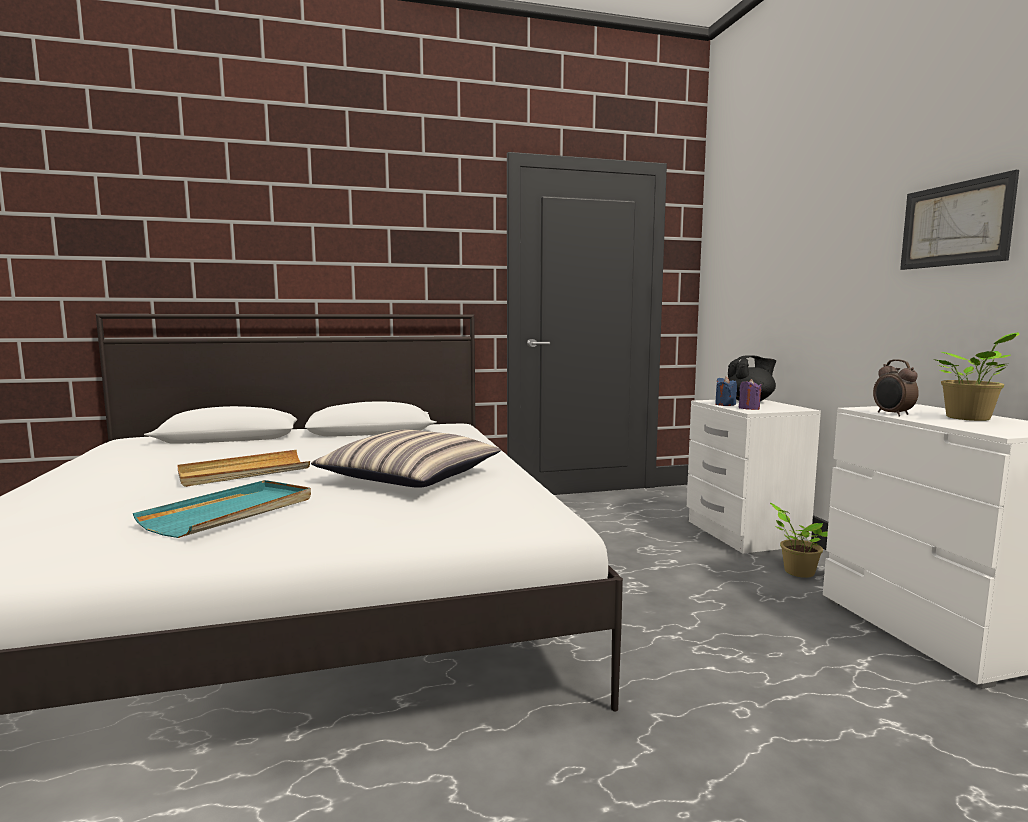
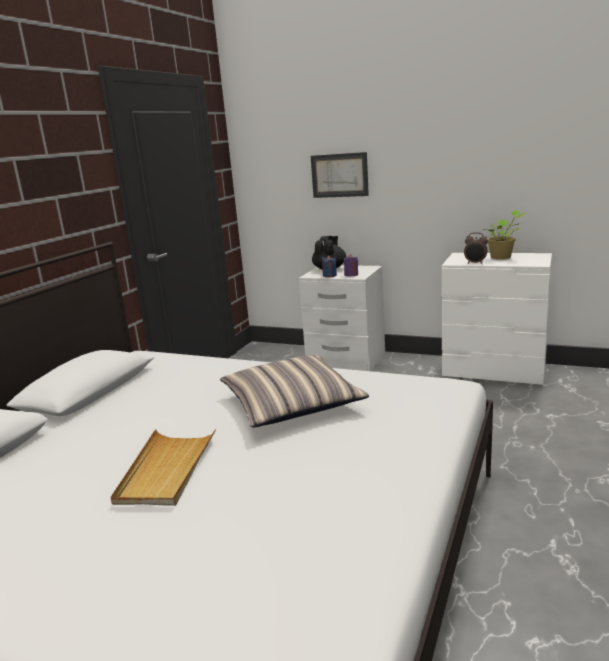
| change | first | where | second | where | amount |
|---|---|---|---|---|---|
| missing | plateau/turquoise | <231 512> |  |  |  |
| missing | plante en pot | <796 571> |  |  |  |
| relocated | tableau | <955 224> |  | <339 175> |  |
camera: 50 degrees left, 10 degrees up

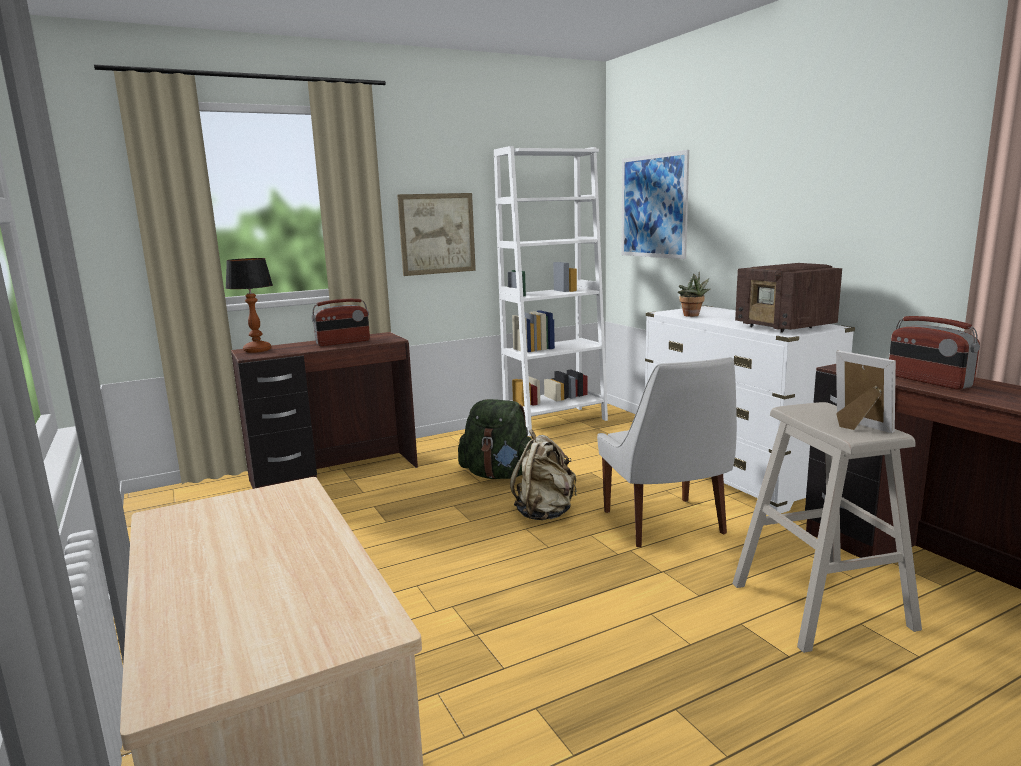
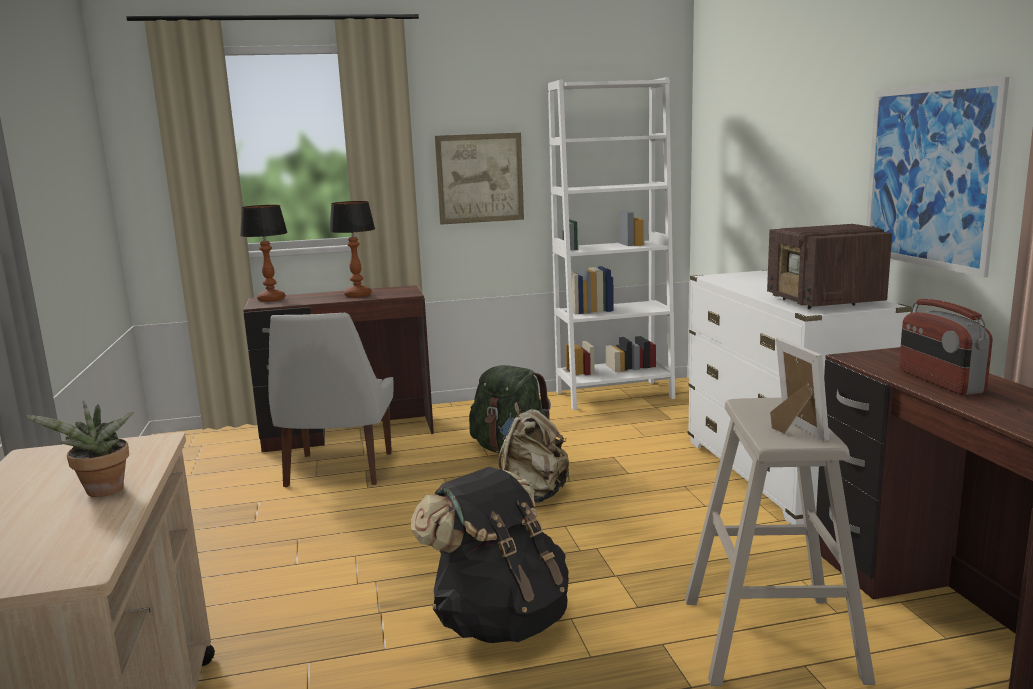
| change | first | where | second | where | amount |
|---|---|---|---|---|---|
| exchanged | radio | <343 342> | lampe de table | <358 295> |  |
| relocated | chaise/blanc | <665 524> |  | <338 471> |  |
| relocated | tableau | <653 206> |  | <929 176> |  |
| relocated | plante en pot | <692 315> |  | <102 492> |  |
| appeared |  |  | sac à dos/noir | <499 620> |  |
camera: 15 degrees right, 0 degrees up

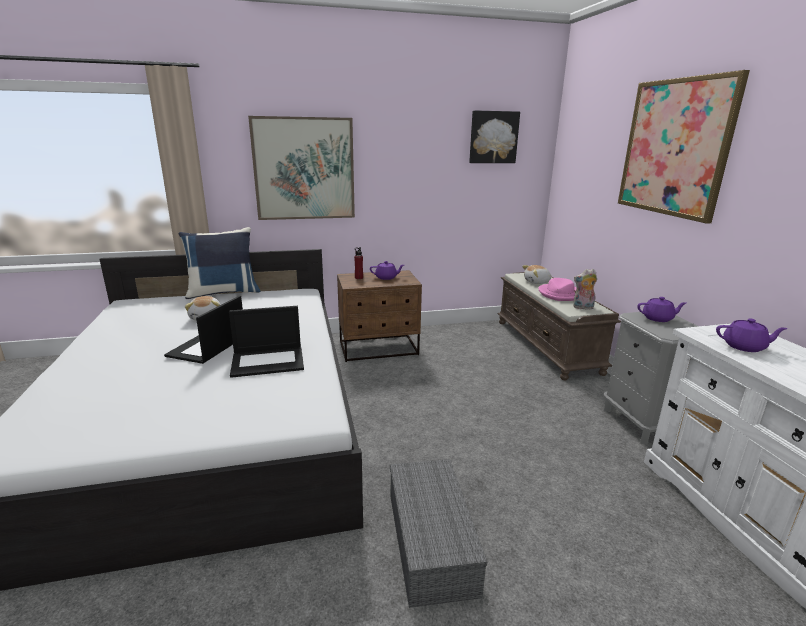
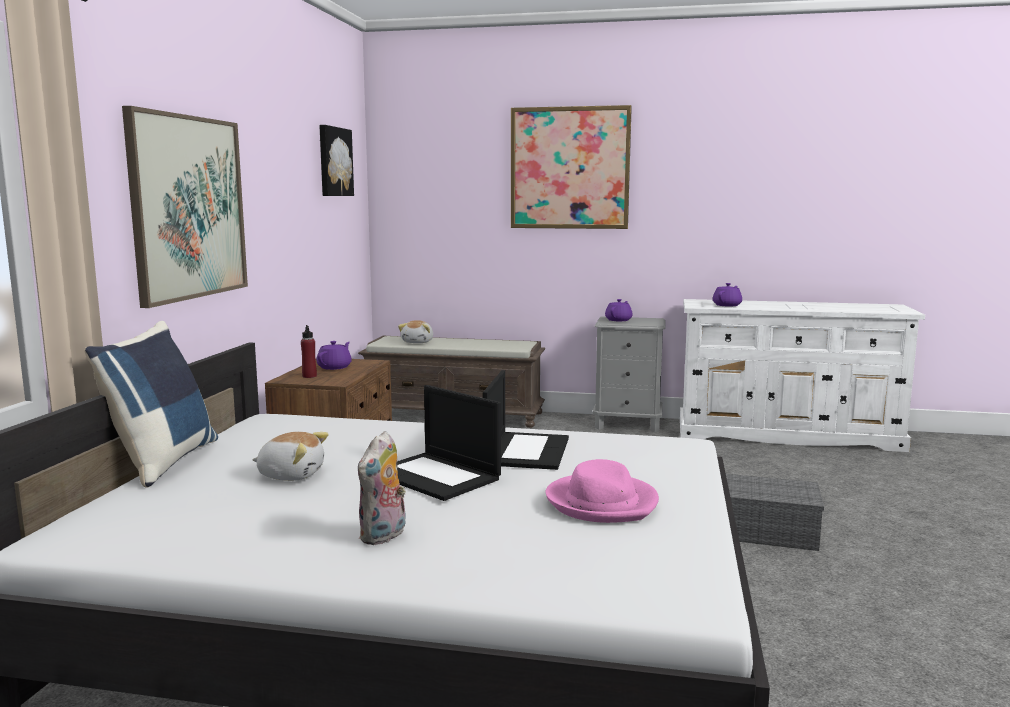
| change | first | where | second | where | amount |
|---|---|---|---|---|---|
| relocated | chapeau/rose | <560 294> |  | <602 502> |  |
| relocated | peluche | <582 308> |  | <384 536> |  |
camera: 65 degrees left, 10 degrees down

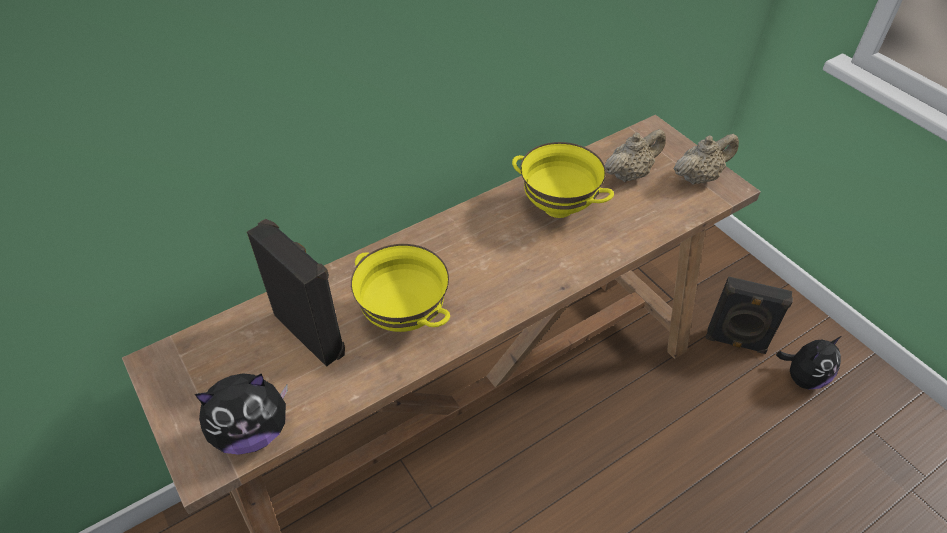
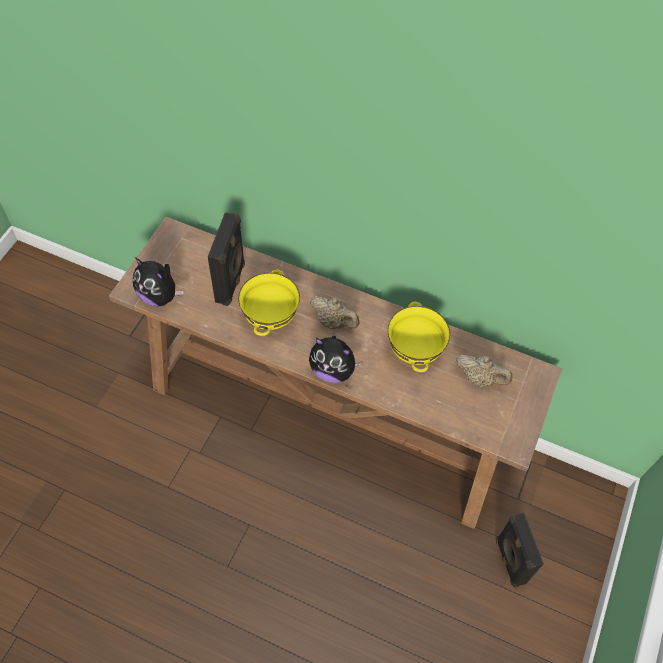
| change | first | where | second | where | amount |
|---|---|---|---|---|---|
| relocated | théière/beige | <699 177> |  | <334 322> |  |
| relocated | peluche | <803 377> |  | <332 370> |  |
camera: 55 degrees right, 10 degrees up

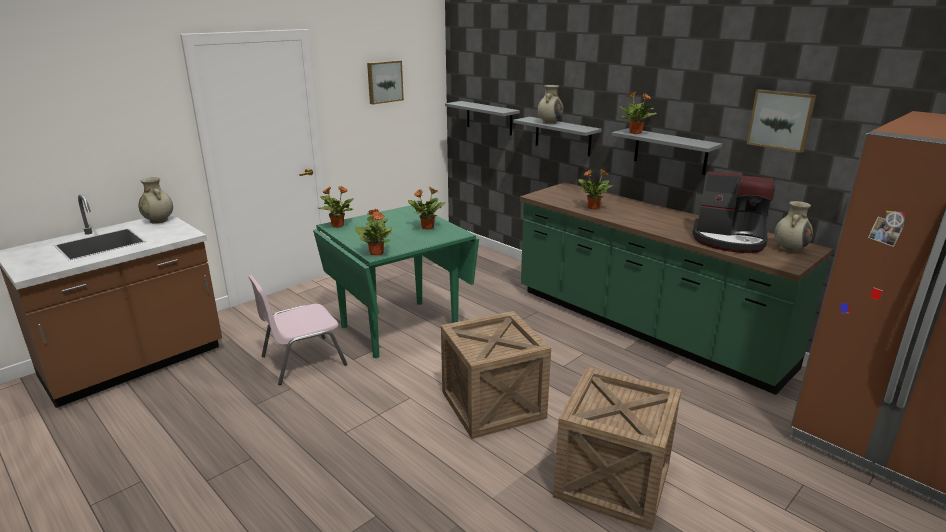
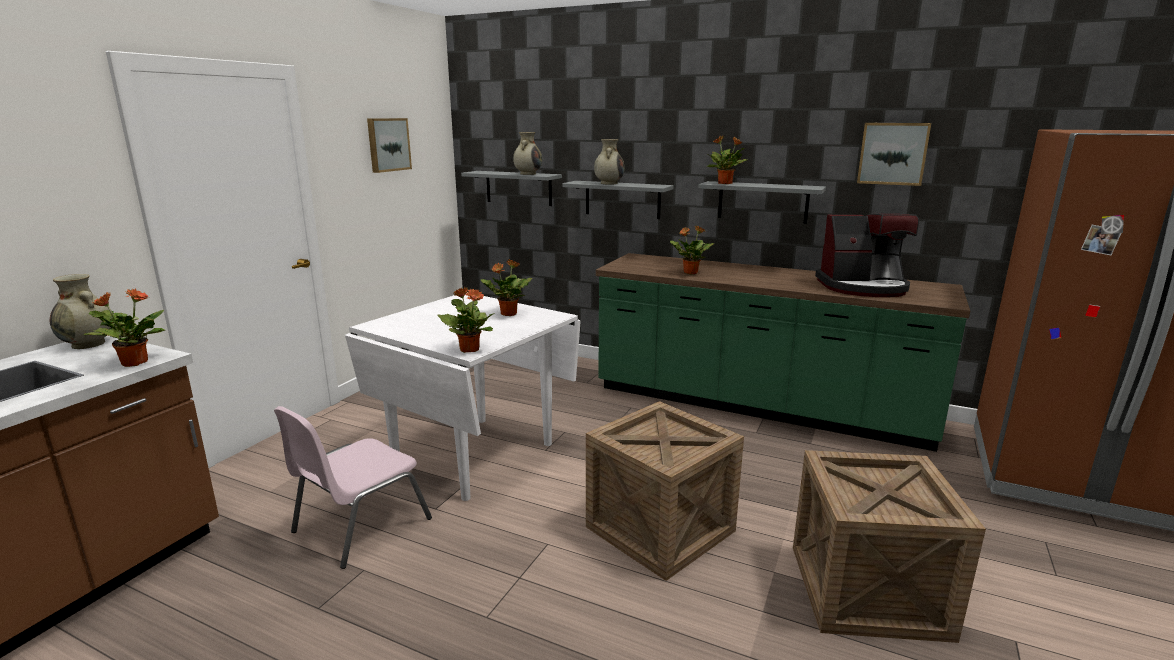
| change | first | where | second | where | amount |
|---|---|---|---|---|---|
| colour | table à manger/vert | <400 328> | table à manger/blanc | <475 455> |  |
| relocated | plante en pot | <337 225> |  | <134 362> |  |
| relocated | vase/beige | <789 249> |  | <528 174> |  |
camera: 20 degrees left, 5 degrees down

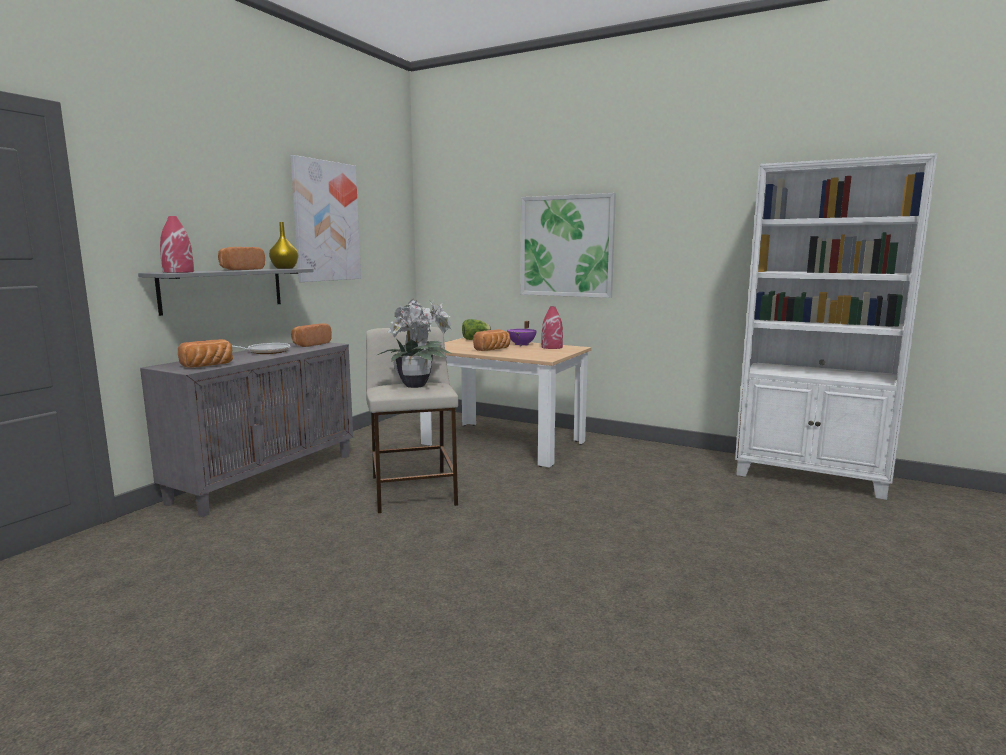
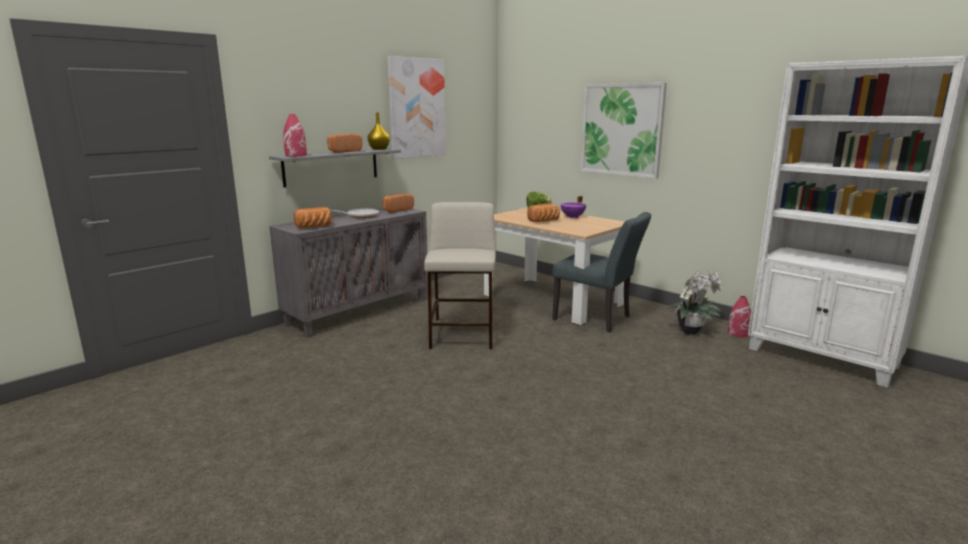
| change | first | where | second | where | amount |
|---|---|---|---|---|---|
| relocated | plante en pot | <418 385> |  | <691 331> |  |
| relocated | vase/rouge | <552 347> |  | <738 333> |  |
| appeared |  |  | chaise/gris | <597 319> |  |
camera: 15 degrees right, 5 degrees up

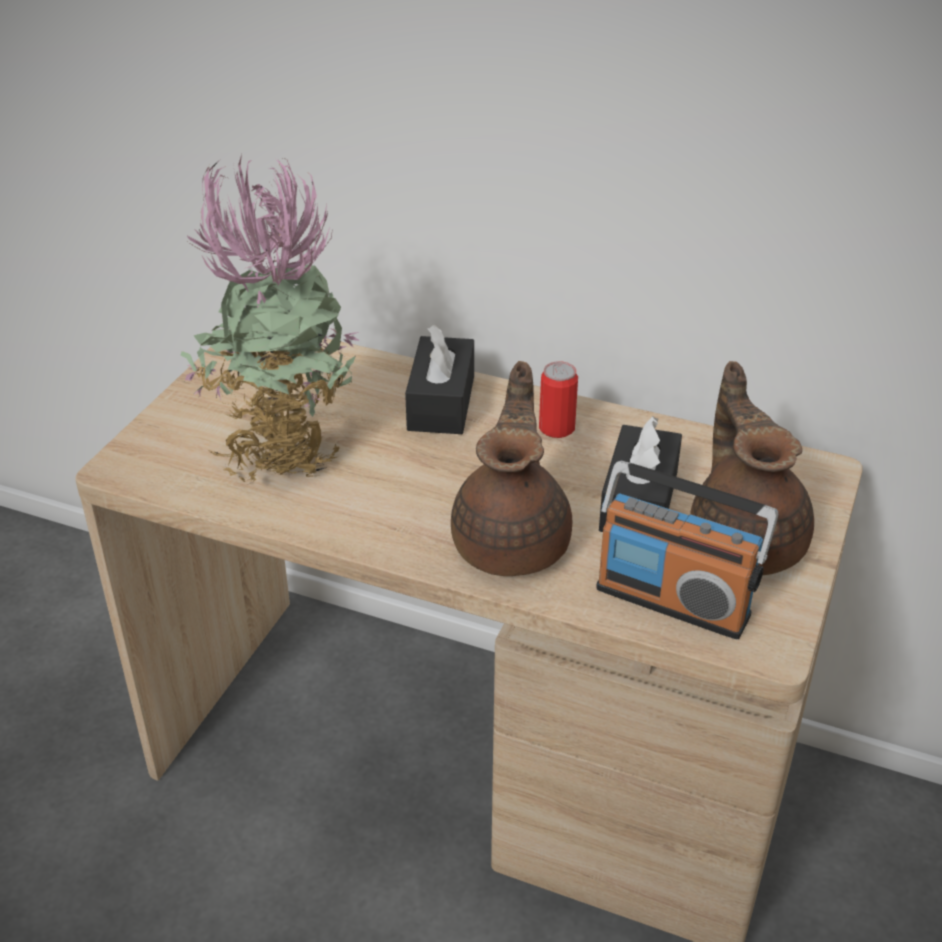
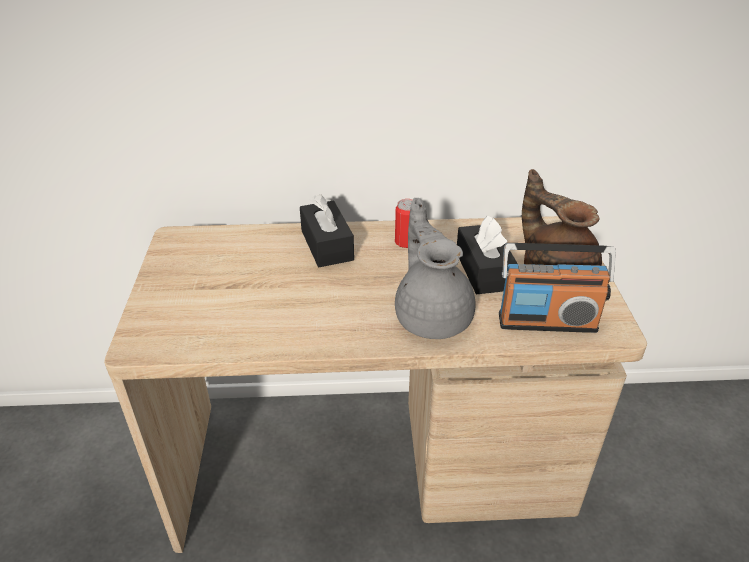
| change | first | where | second | where | amount |
|---|---|---|---|---|---|
| missing | plante en pot | <282 450> |  |  |  |
| colour | théière/marron | <513 541> | théière/gris | <432 315> |  |
camera: 25 degrees left, 0 degrees up

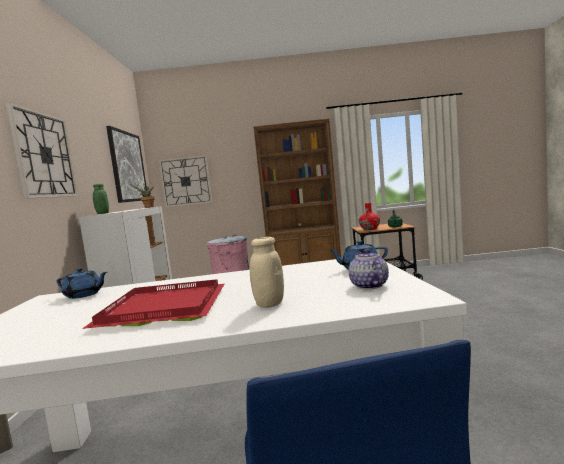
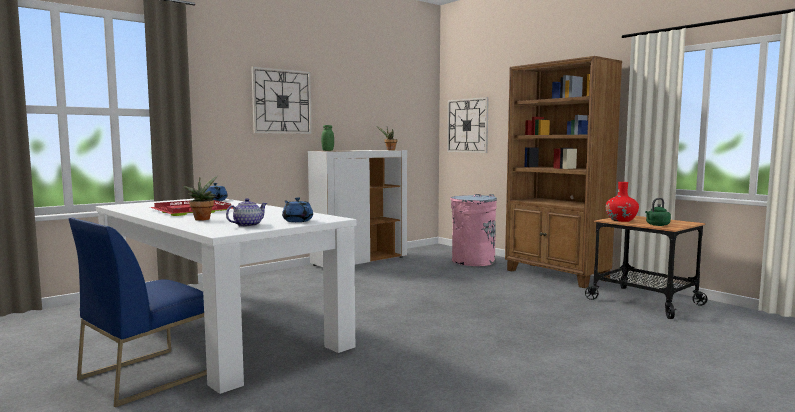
| change | first | where | second | where | amount |
|---|---|---|---|---|---|
| missing | tableau | <127 167> |  |  |  |
| exchanged | bocal/beige | <269 304> | plante en pot | <202 219> |  |
camera: 50 degrees right, 0 degrees up

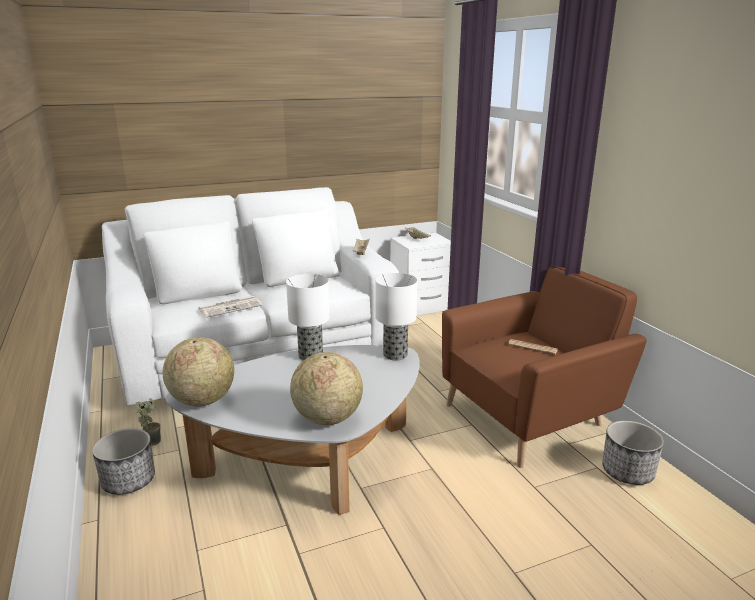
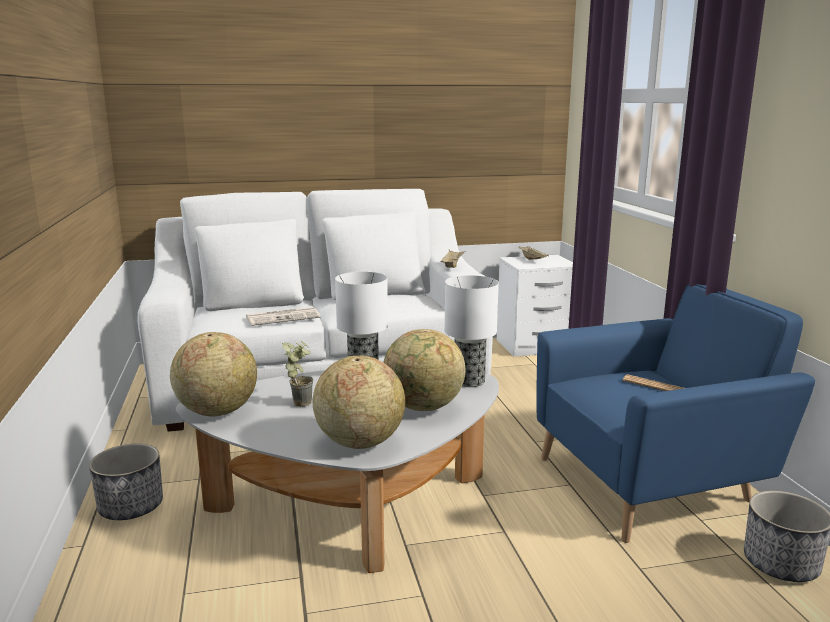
| change | first | where | second | where | amount |
|---|---|---|---|---|---|
| relocated | plante en pot | <152 440> |  | <300 401> |  |
| colour | fauteuil/marron | <530 417> | fauteuil/bleu | <652 482> |  |
| appeared |  |  | globe | <423 407> |  |
camera: 10 degrees right, 5 degrees down

